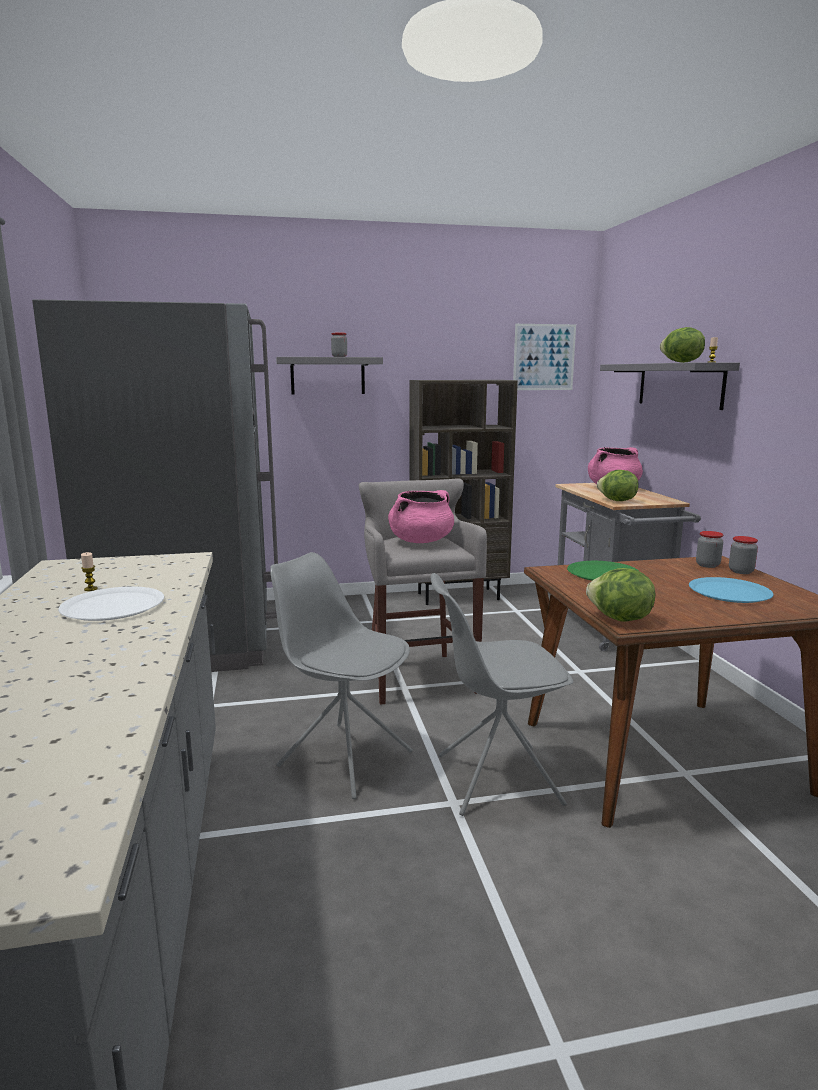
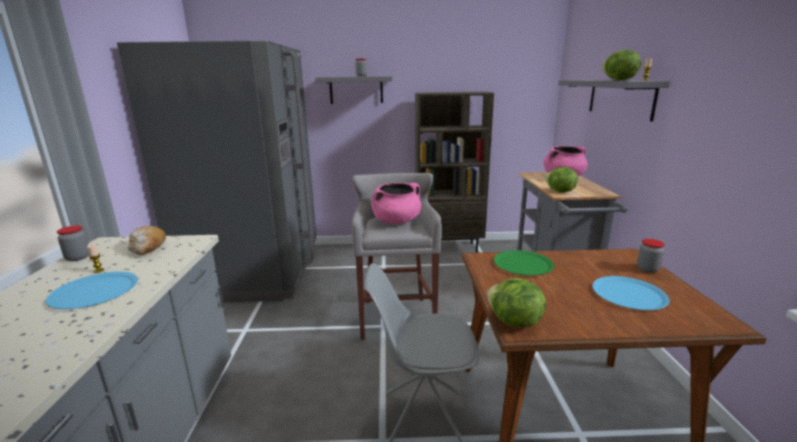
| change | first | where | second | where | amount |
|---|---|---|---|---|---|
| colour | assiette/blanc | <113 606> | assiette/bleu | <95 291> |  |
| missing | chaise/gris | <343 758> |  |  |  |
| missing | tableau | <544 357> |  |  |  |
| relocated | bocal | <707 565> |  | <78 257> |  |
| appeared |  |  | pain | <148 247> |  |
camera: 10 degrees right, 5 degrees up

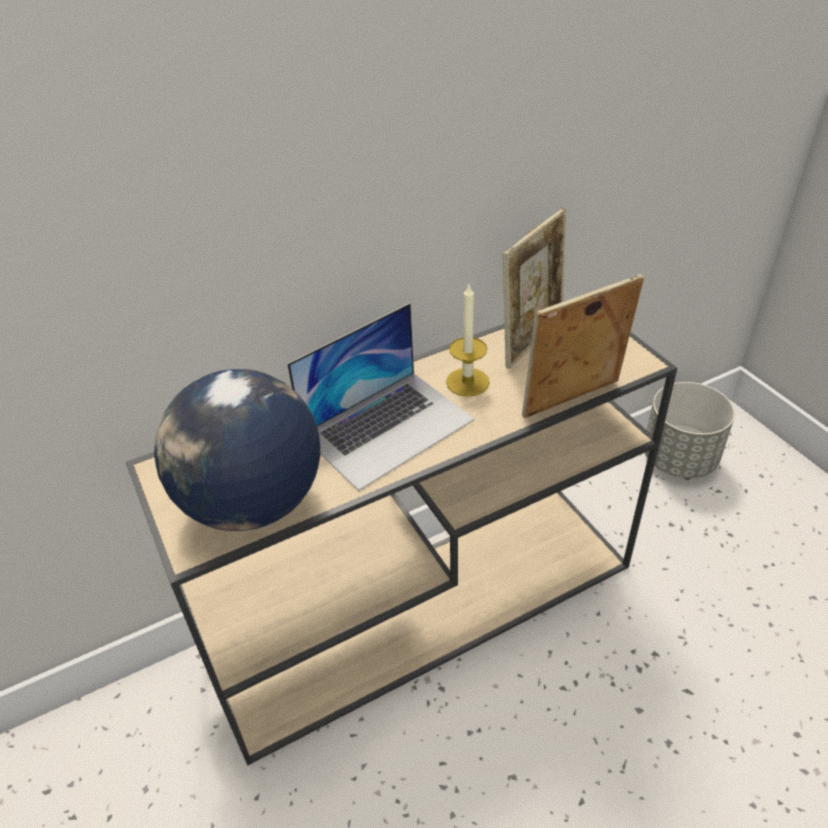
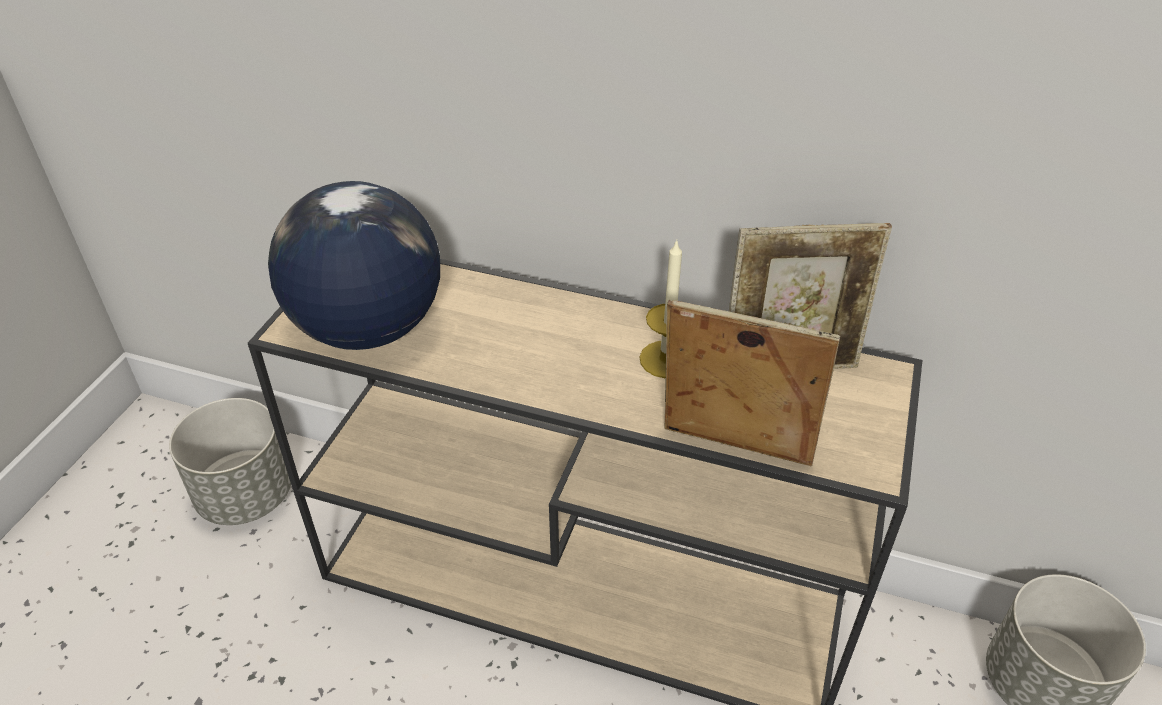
| change | first | where | second | where | amount |
|---|---|---|---|---|---|
| missing | ordinateur portable | <388 427> |  |  |  |
| appeared |  |  | cache-pot/gris | <246 495> |  |
camera: 45 degrees right, 0 degrees up

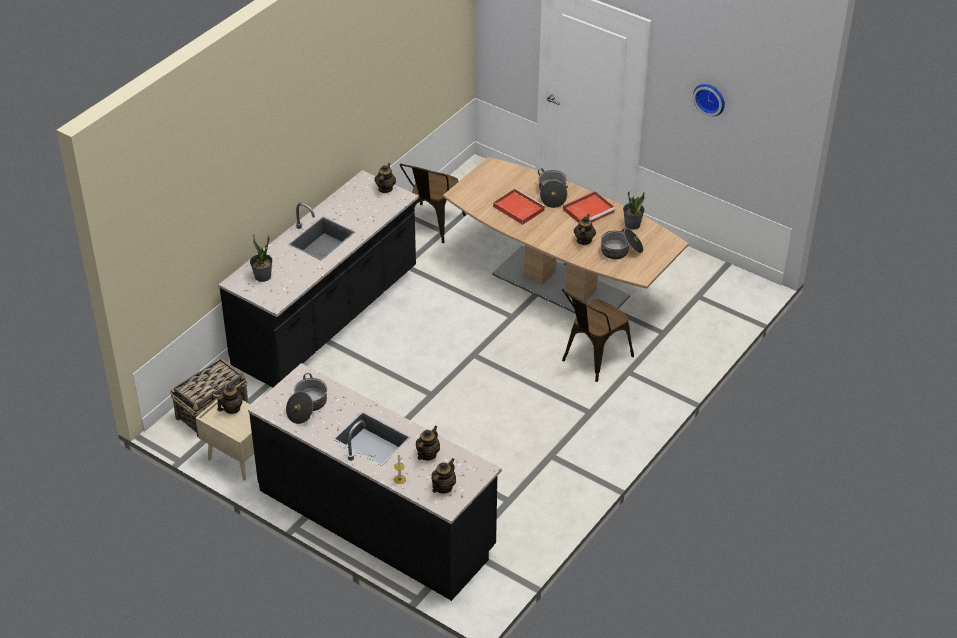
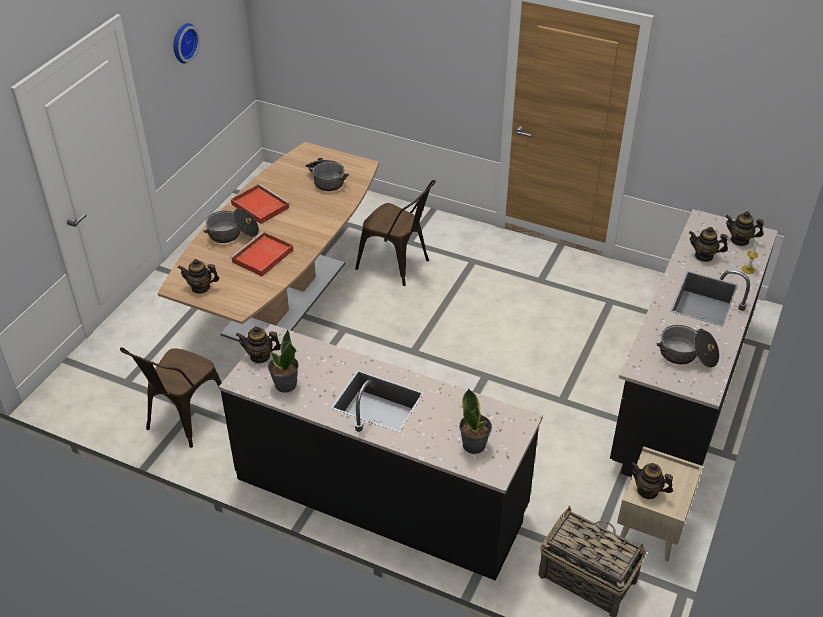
| change | first | where | second | where | amount |
|---|---|---|---|---|---|
| spun | chaise/marron | <431 226> |  | <183 420> | 105 degrees clockwise |
| relocated | théière | <583 240> |  | <200 287> |  |
| relocated | plante en pot | <632 224> |  | <285 384> |  |
camera: 100 degrees left, 0 degrees up

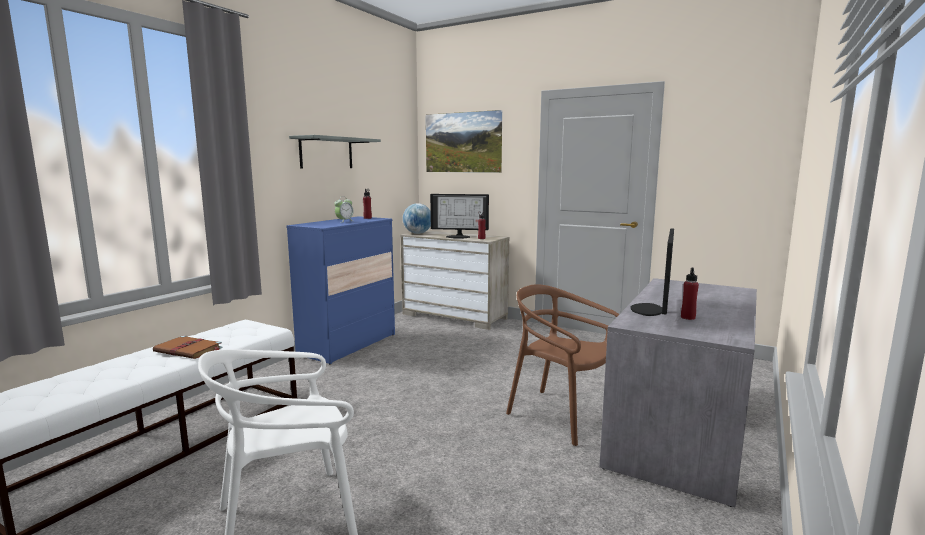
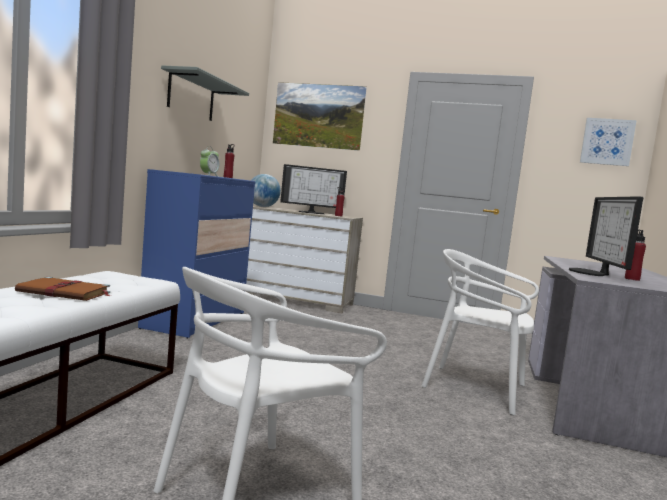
| change | first | where | second | where | amount |
|---|---|---|---|---|---|
| colour | chaise/marron | <560 415> | chaise/blanc | <475 388> |  |
| appeared |  |  | tableau | <607 142> |  |
camera: 15 degrees left, 5 degrees down

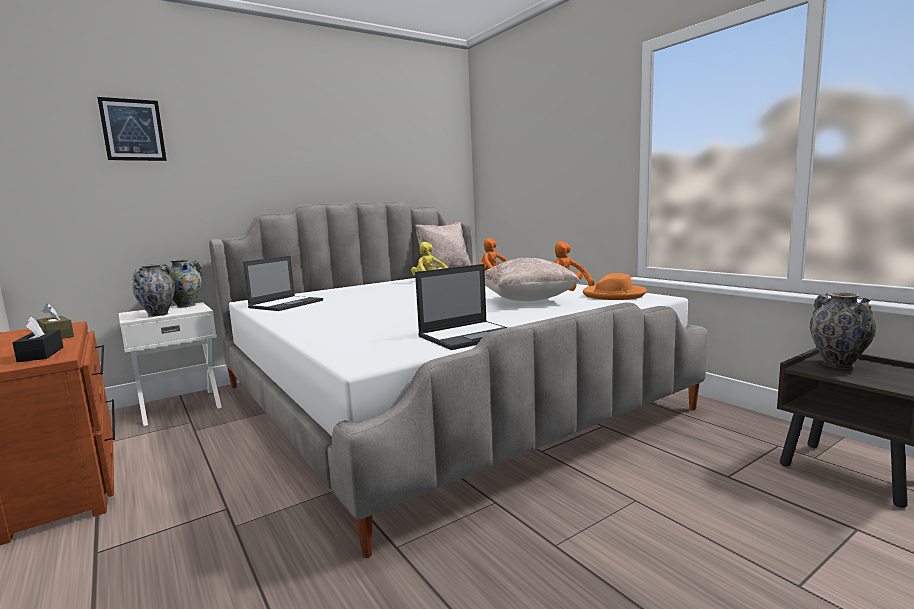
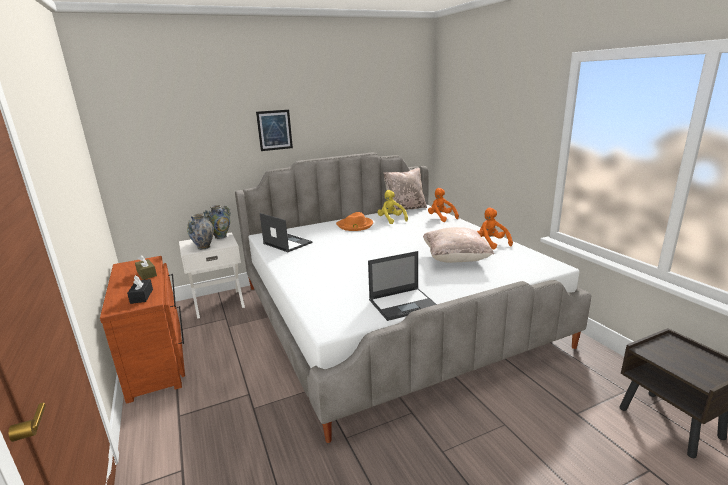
| change | first | where | second | where | amount |
|---|---|---|---|---|---|
| relocated | tableau | <133 130> |  | <274 130> |  |
| spun | ordinateur portable | <287 304> |  | <287 243> | 90 degrees counterclockwise |
| relocated | chapeau/orange | <614 295> |  | <355 225> |  |
| missing | vase | <837 364> |  |  |  |
camera: 10 degrees right, 10 degrees up

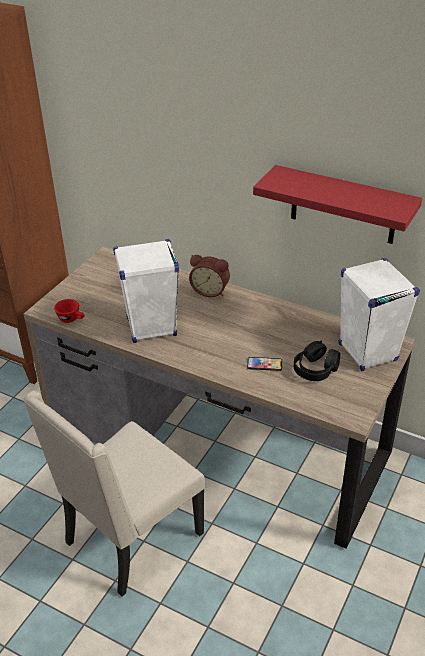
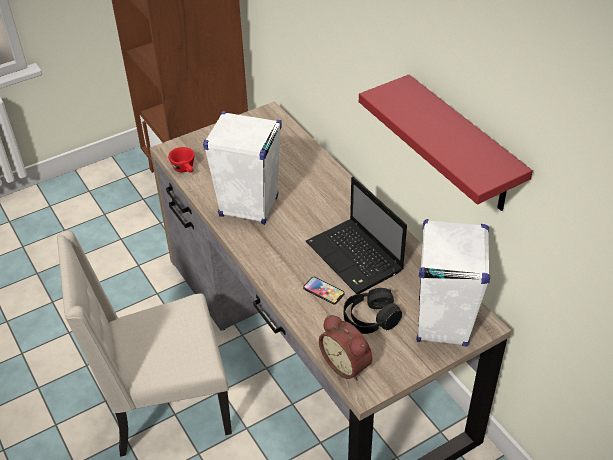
| change | first | where | second | where | amount |
|---|---|---|---|---|---|
| relocated | réveil | <210 290> |  | <347 364> |  |
| appeared |  |  | ordinateur portable | <356 258> |  |
camera: 30 degrees right, 5 degrees up

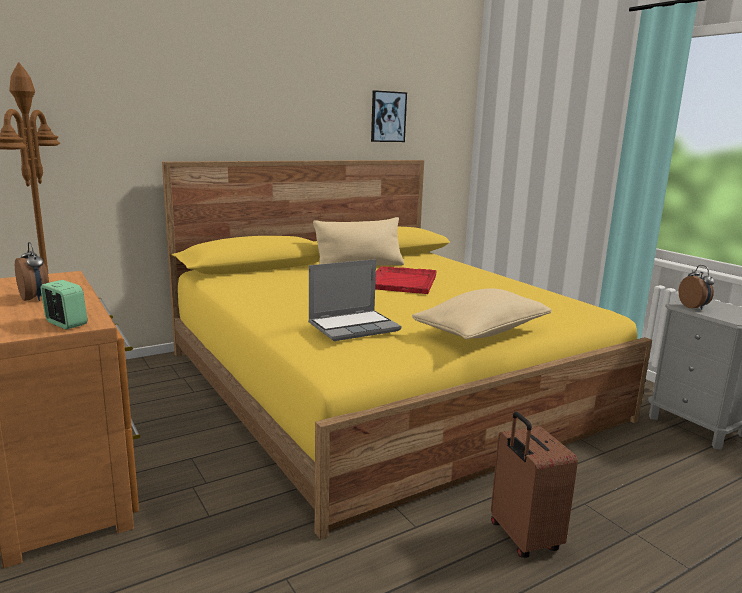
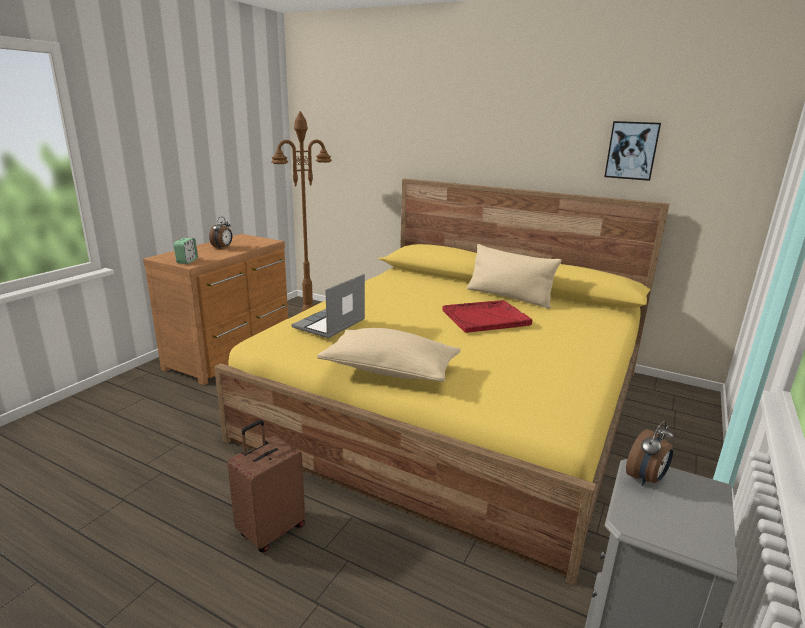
| change | first | where | second | where | amount |
|---|---|---|---|---|---|
| spun | ordinateur portable | <354 327> |  | <329 324> | 90 degrees clockwise |
camera: 60 degrees right, 5 degrees up

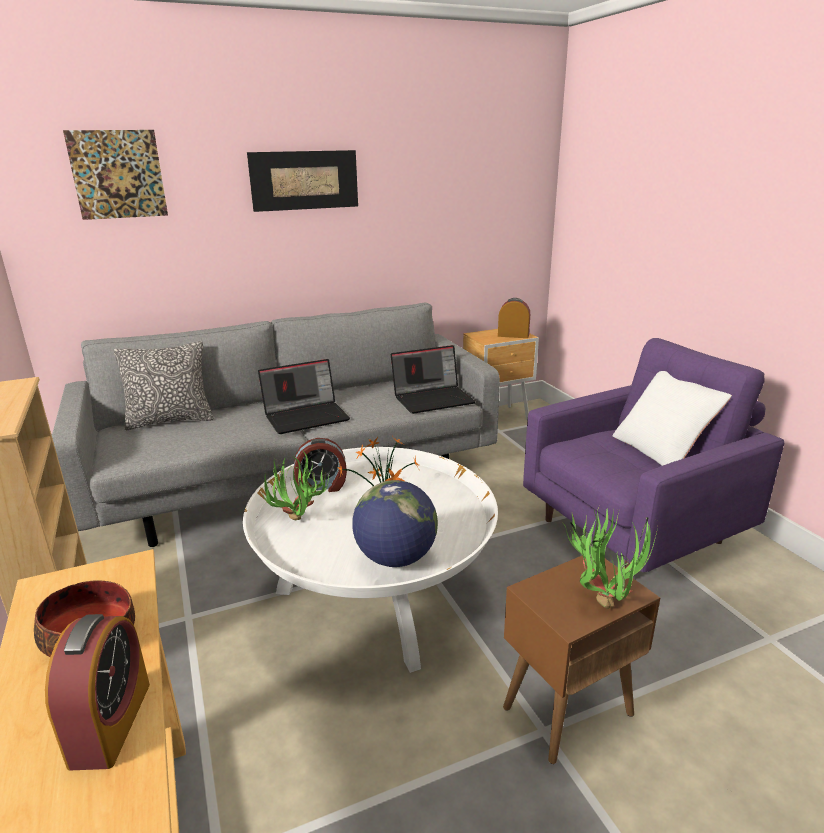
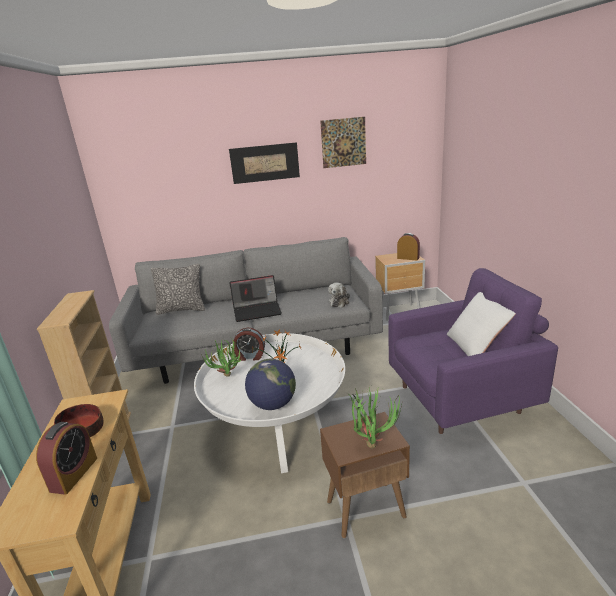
| change | first | where | second | where | amount |
|---|---|---|---|---|---|
| relocated | tableau | <118 174> |  | <343 142> |  |
| exchanged | ordinateur portable | <433 399> | peluche | <339 302> |  |
camera: 15 degrees right, 0 degrees up

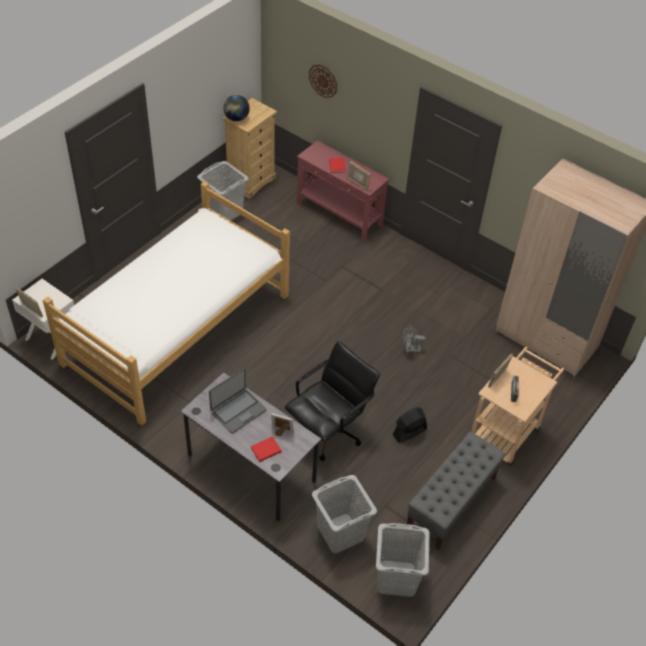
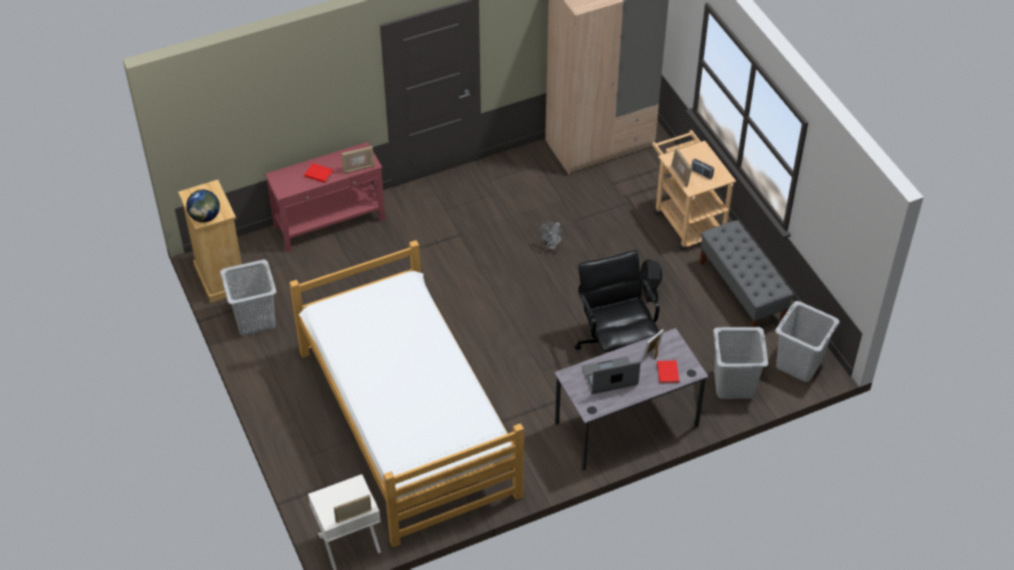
| change | first | where | second | where | amount |
|---|---|---|---|---|---|
| spun | ordinateur portable | <238 411> |  | <610 377> | 90 degrees counterclockwise |
| missing | horloge murale | <323 80> |  |  |  |
camera: 60 degrees left, 0 degrees up

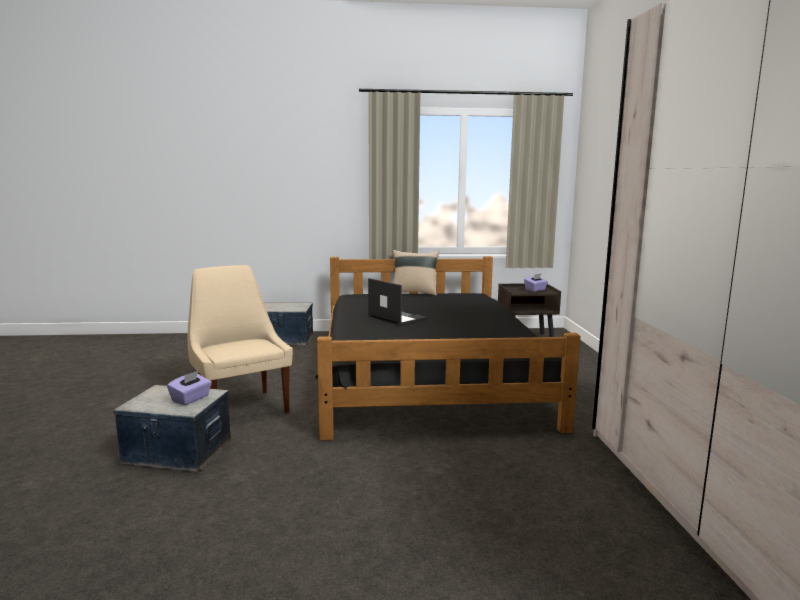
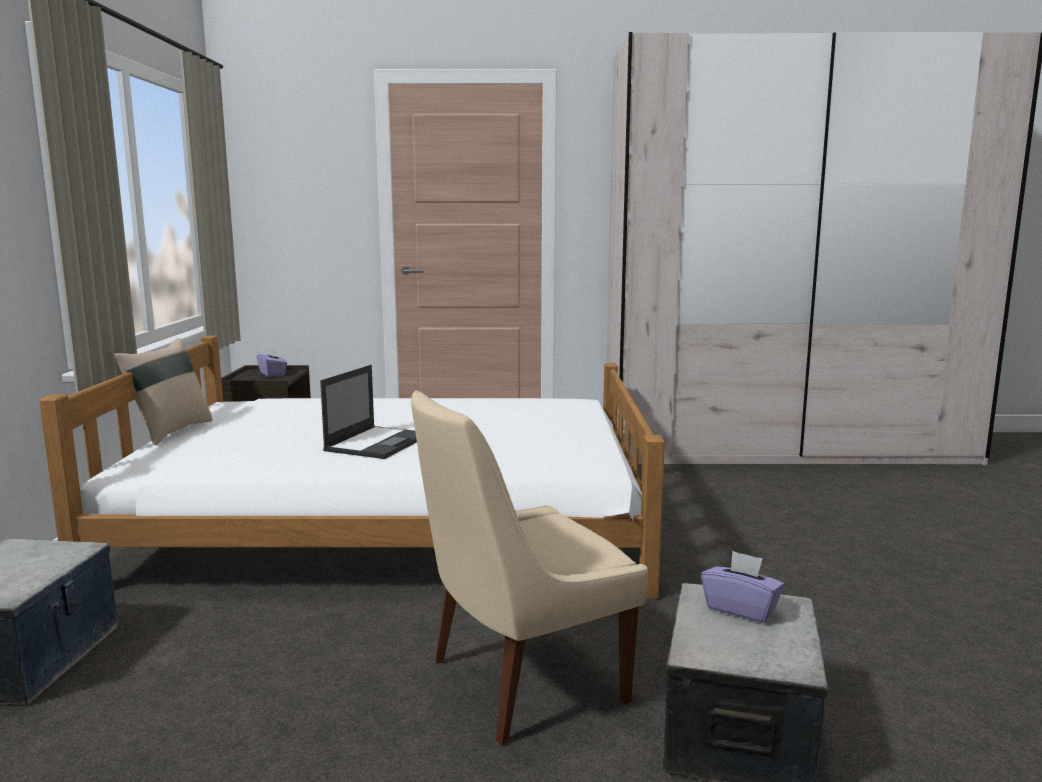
| change | first | where | second | where | amount |
|---|---|---|---|---|---|
| colour | lit/noir | <426 374> | lit/blanc | <396 521> |  |
| spun | ordinateur portable | <397 317> |  | <377 443> | 150 degrees clockwise |
camera: 85 degrees left, 0 degrees up

